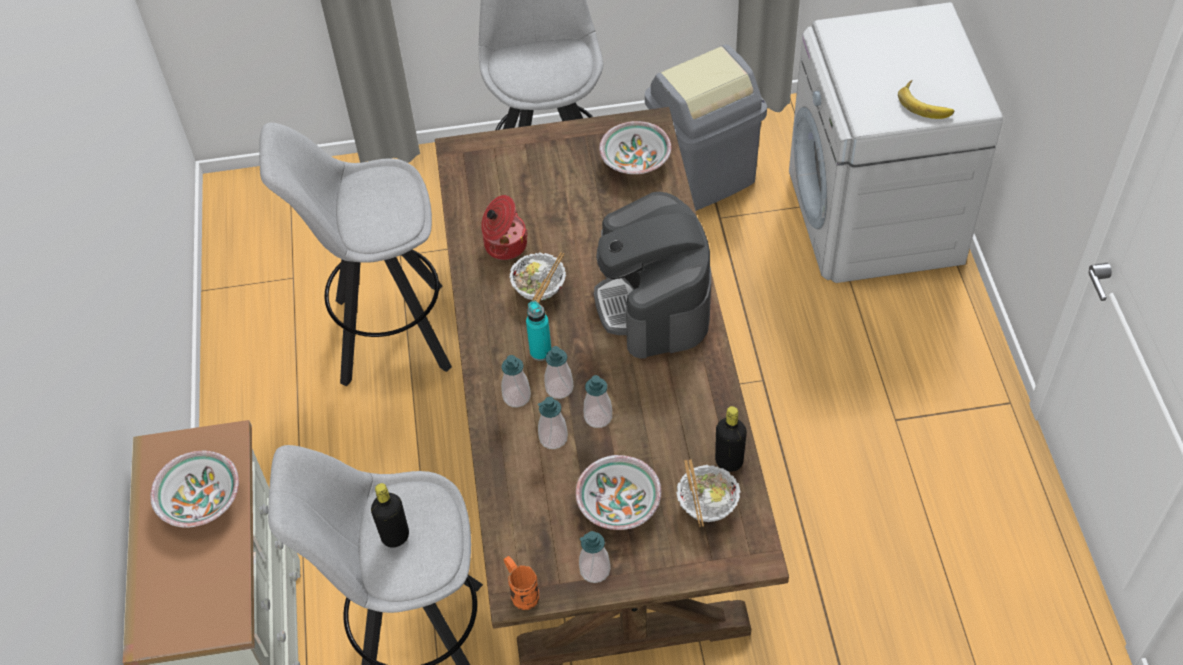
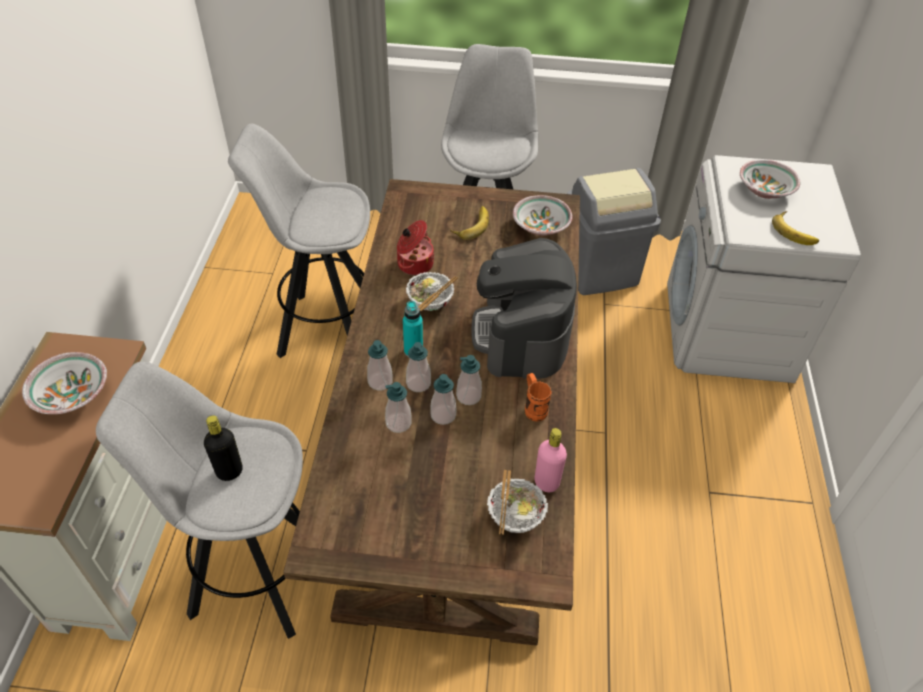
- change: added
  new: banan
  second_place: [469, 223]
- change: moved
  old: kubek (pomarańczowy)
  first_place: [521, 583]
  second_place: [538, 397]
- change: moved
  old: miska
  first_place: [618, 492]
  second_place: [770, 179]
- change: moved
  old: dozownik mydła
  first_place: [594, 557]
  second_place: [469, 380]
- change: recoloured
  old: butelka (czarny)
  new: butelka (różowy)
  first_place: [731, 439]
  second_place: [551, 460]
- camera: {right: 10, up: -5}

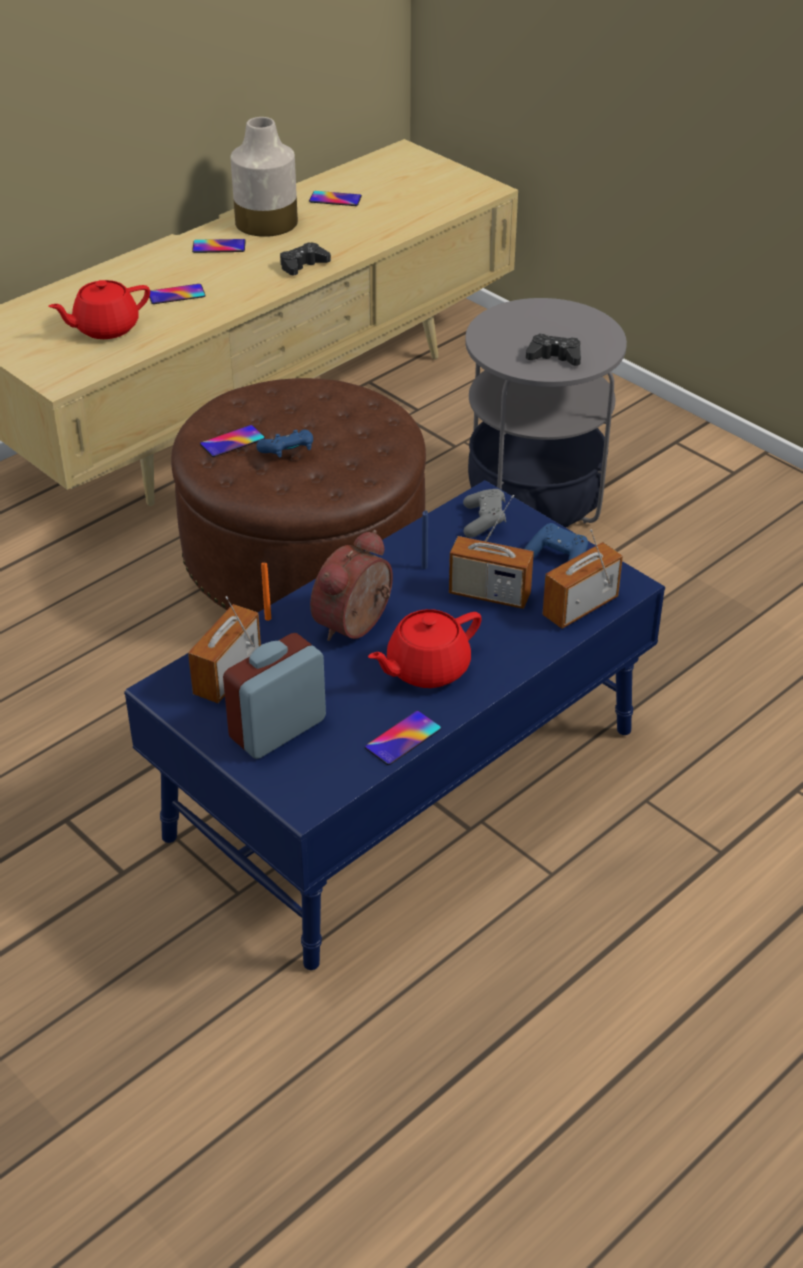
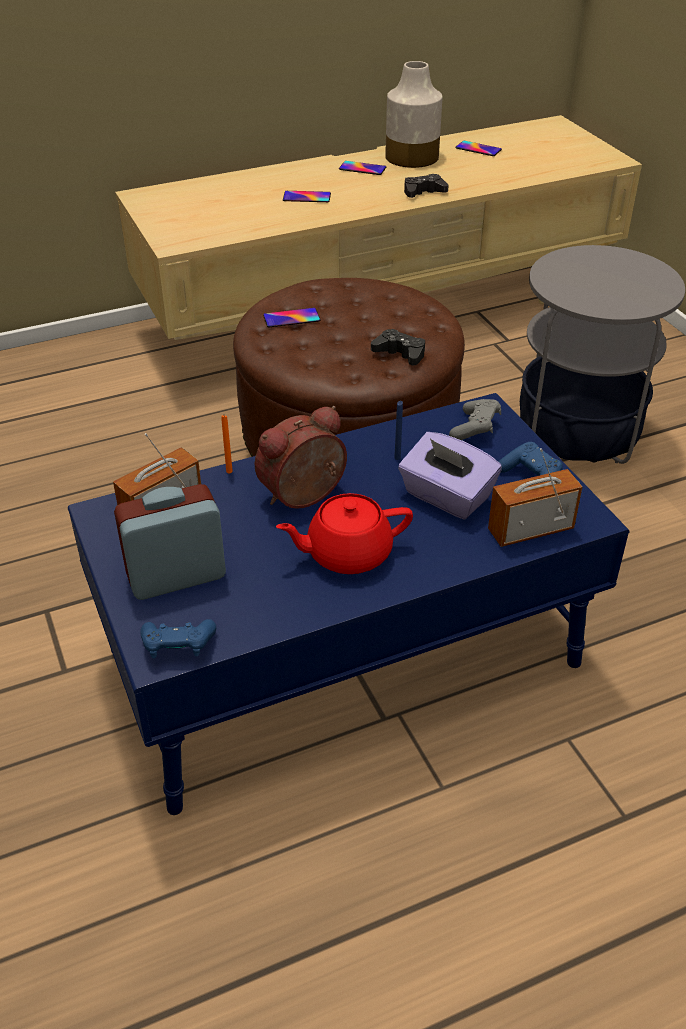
- change: removed
  old: imbryk (czerwony)
  first_place: [99, 309]
- change: removed
  old: telefon
  first_place: [403, 738]
- change: moved
  old: pad do gier (niebieski)
  first_place: [284, 443]
  second_place: [178, 639]
- change: moved
  old: pad do gier (czarny)
  first_place: [553, 350]
  second_place: [398, 347]
- change: replaced
  old: radio
  new: pudełko chusteczek (fioletowy)
  first_place: [491, 552]
  second_place: [450, 475]
- camera: {right: 20, up: 0}

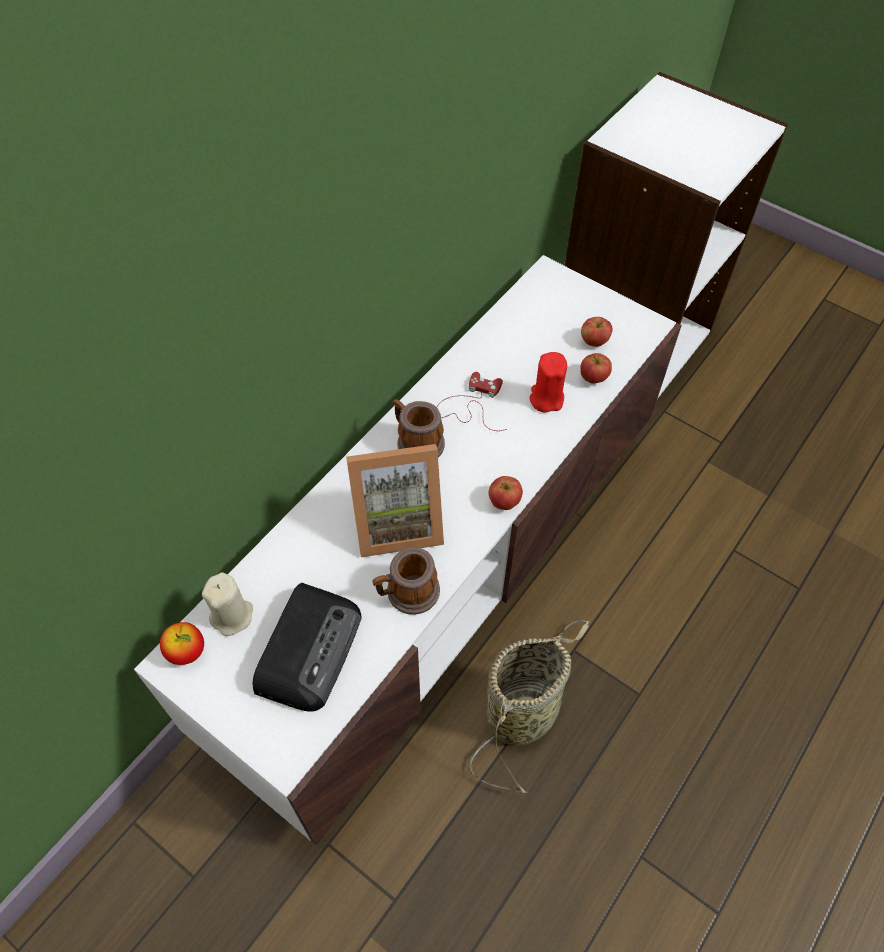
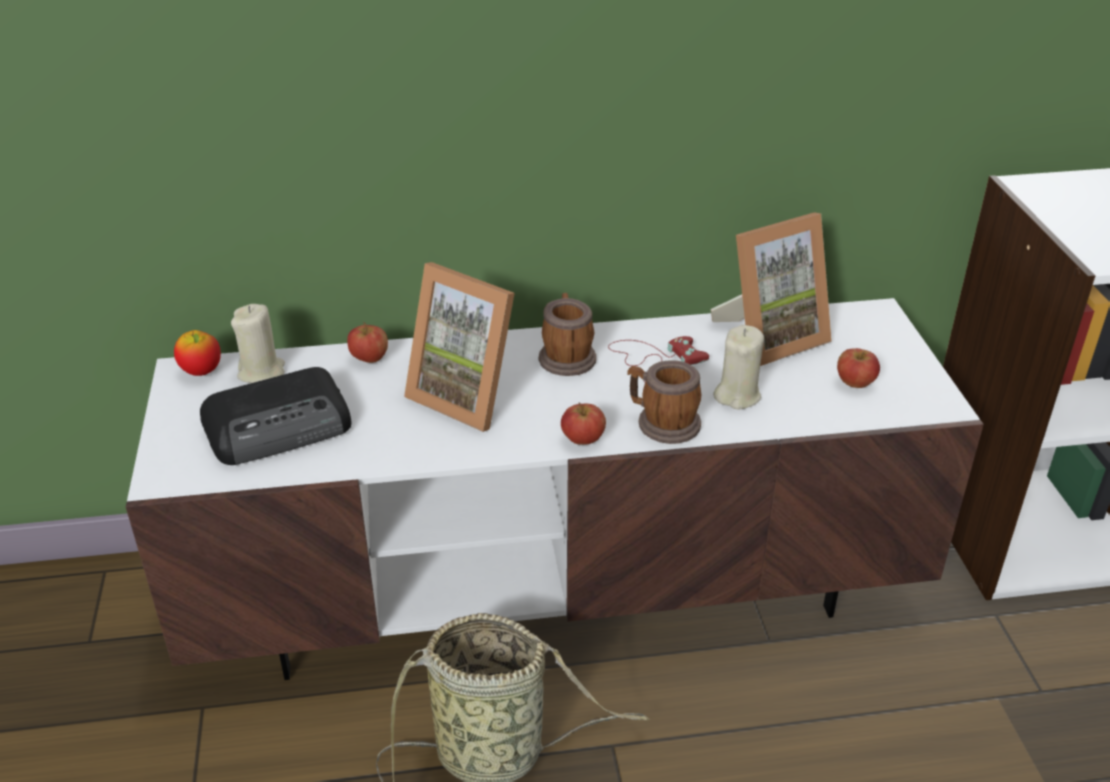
- change: added
  new: ramka na zdjęcie
  second_place: [771, 289]
- change: moved
  old: kubek
  first_place: [406, 581]
  second_place: [664, 402]
- change: moved
  old: jabłko
  first_place: [596, 368]
  second_place: [367, 342]
- change: recoloured
  old: świeca (czerwony)
  new: świeca (beżowy)
  first_place: [548, 382]
  second_place: [738, 367]
- camera: {right: 45, up: -20}

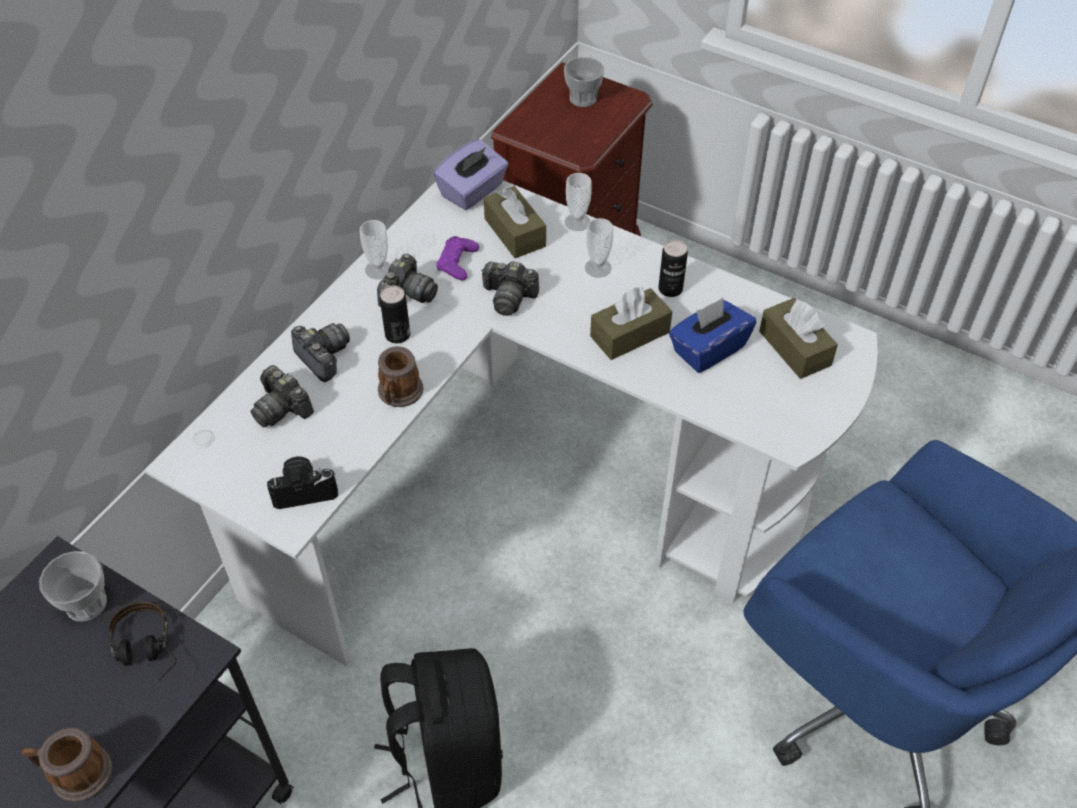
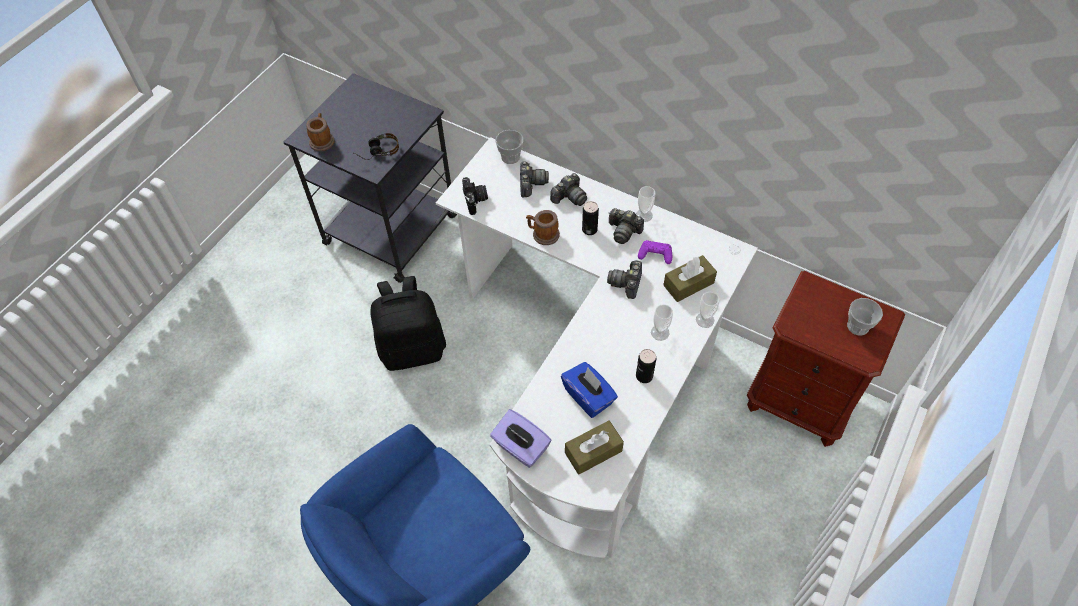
- change: removed
  old: pudełko chusteczek (brązowy)
  first_place: [631, 323]
- change: moved
  old: filiżanka
  first_place: [73, 586]
  second_place: [509, 147]
- change: moved
  old: pudełko chusteczek (fioletowy)
  first_place: [470, 174]
  second_place: [520, 438]
- change: turned
  old: aparat fotograficzny
  first_place: [282, 396]
  second_place: [534, 179]
  degrees: 135
- camera: {right: 90, up: 5}

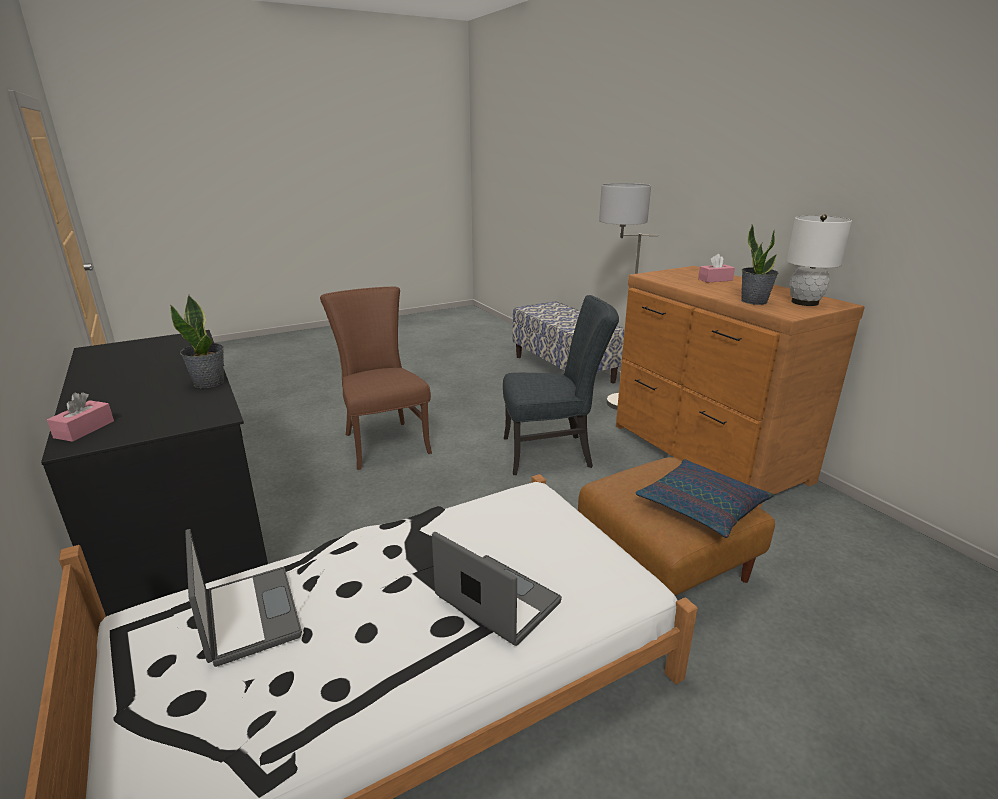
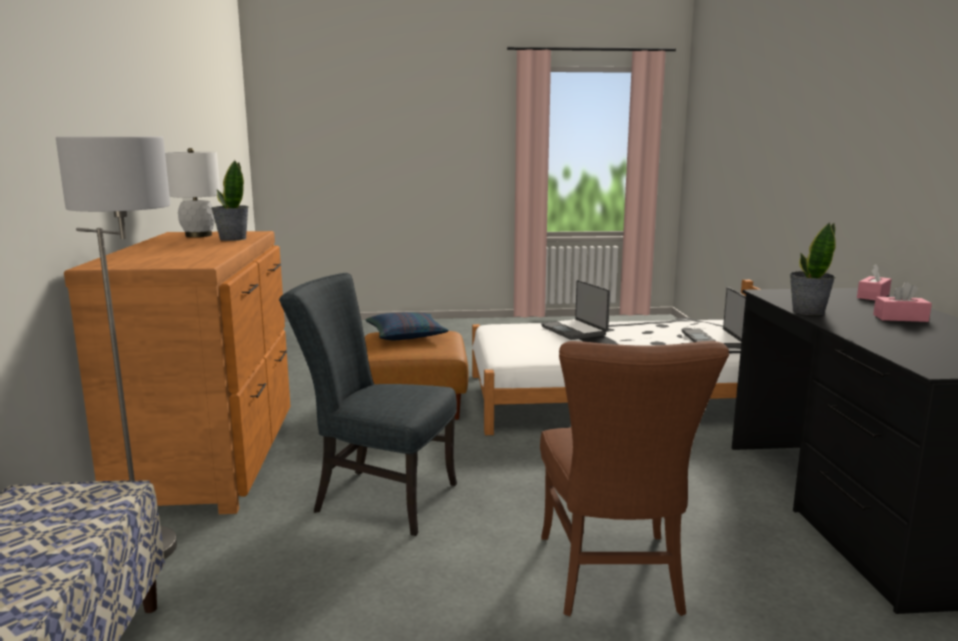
- change: moved
  old: pudełko chusteczek (różowy)
  first_place: [716, 268]
  second_place: [902, 302]
- camera: {right: -155, up: -10}

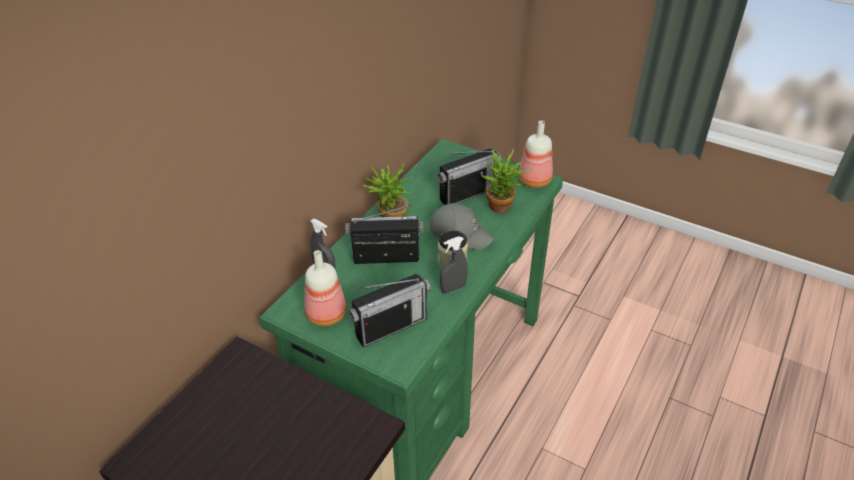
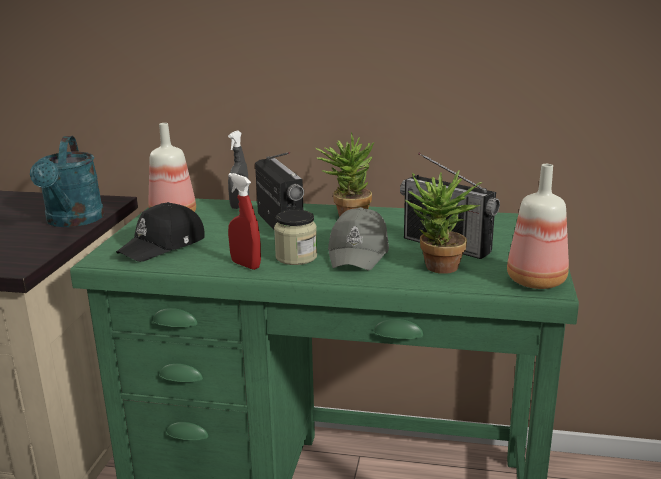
- change: added
  new: konewka (turkusowy)
  second_place: [67, 181]
- change: replaced
  old: radio
  new: czapka z daszkiem (czarny)
  first_place: [390, 310]
  second_place: [160, 232]
- change: recoloured
  old: spryskiwacz (szary)
  new: spryskiwacz (czerwony)
  first_place: [454, 265]
  second_place: [244, 221]
- camera: {right: 70, up: -20}

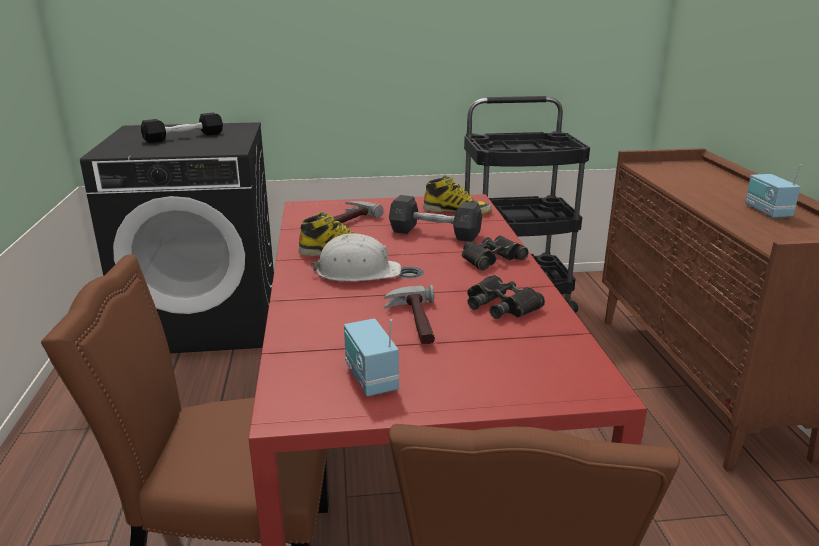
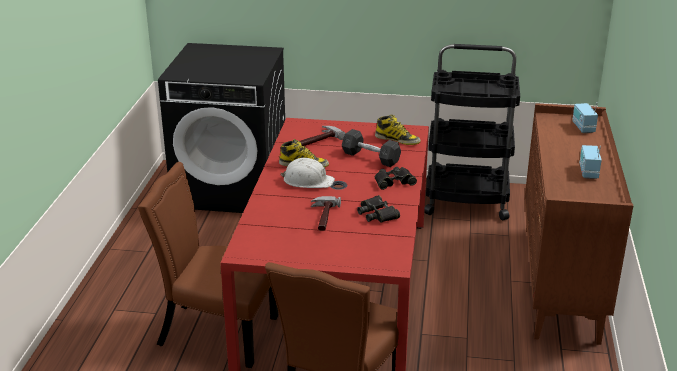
- change: removed
  old: hantel (czarny)
  first_place: [182, 127]
- change: moved
  old: radio
  first_place: [371, 357]
  second_place: [585, 117]
- camera: {right: 15, up: 5}

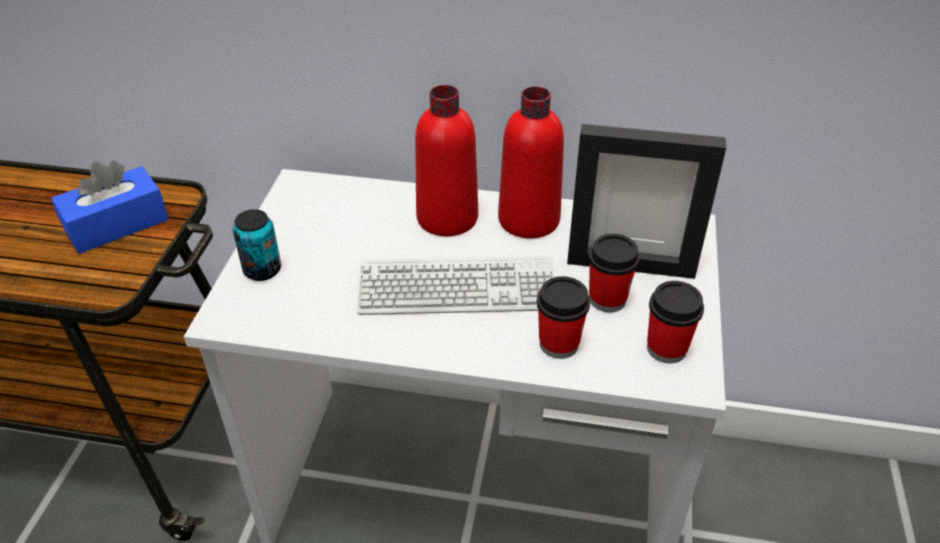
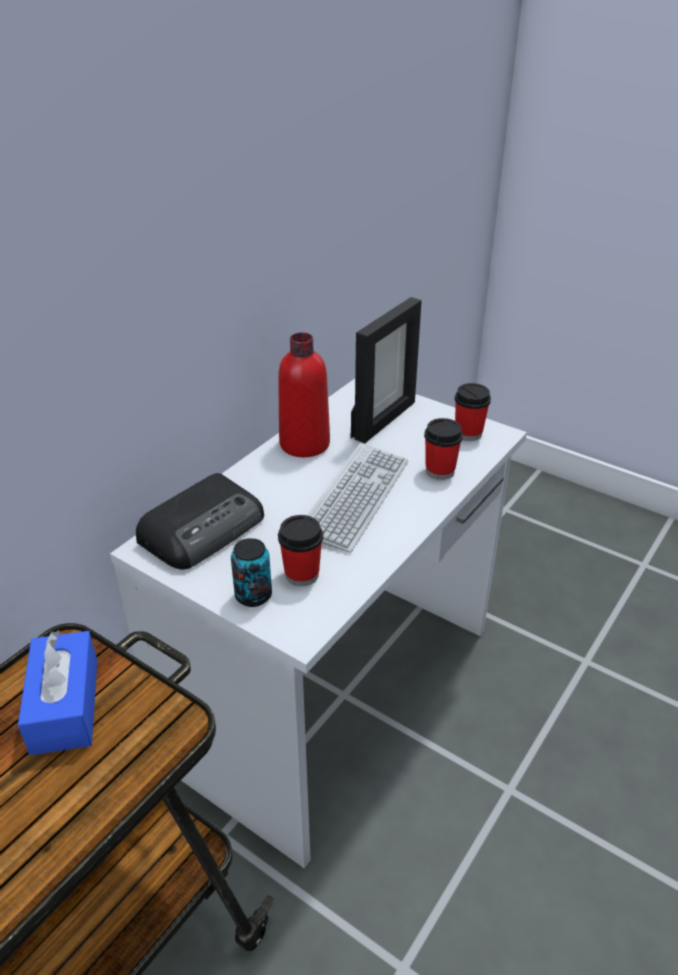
- change: removed
  old: butelka (czerwony)
  first_place: [446, 160]
- change: added
  new: radio
  second_place: [200, 521]
- change: moved
  old: filiżanka
  first_place: [614, 273]
  second_place: [300, 550]
- camera: {right: -65, up: -5}

